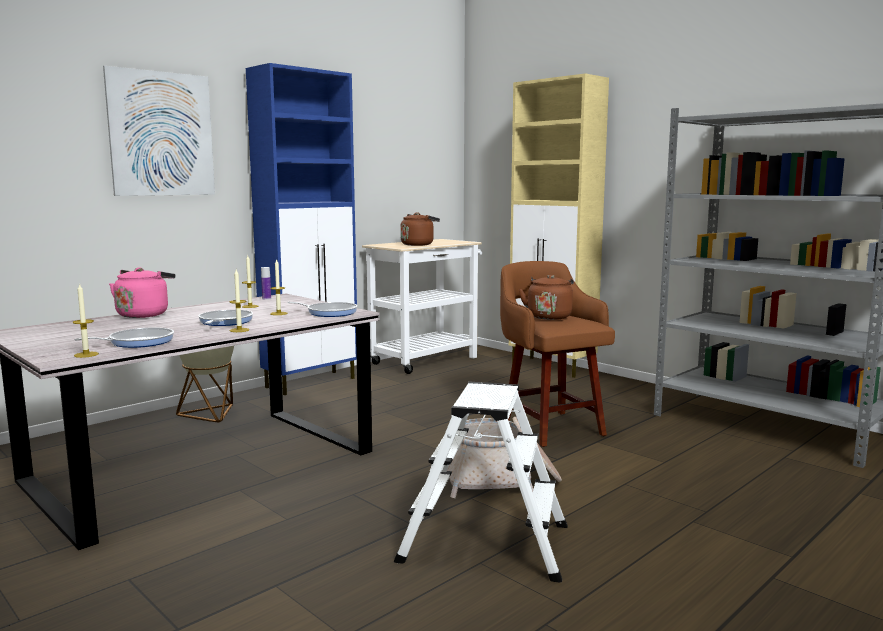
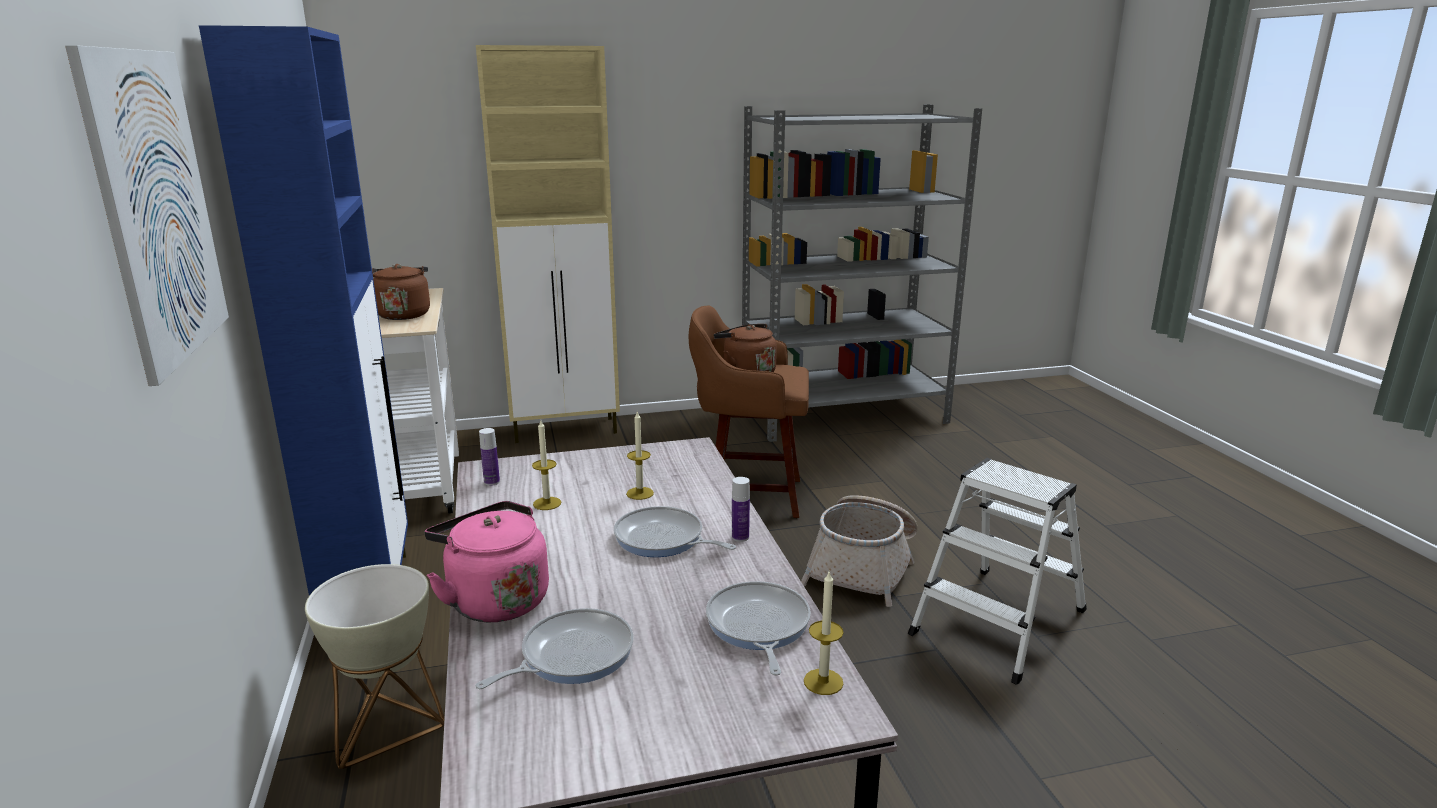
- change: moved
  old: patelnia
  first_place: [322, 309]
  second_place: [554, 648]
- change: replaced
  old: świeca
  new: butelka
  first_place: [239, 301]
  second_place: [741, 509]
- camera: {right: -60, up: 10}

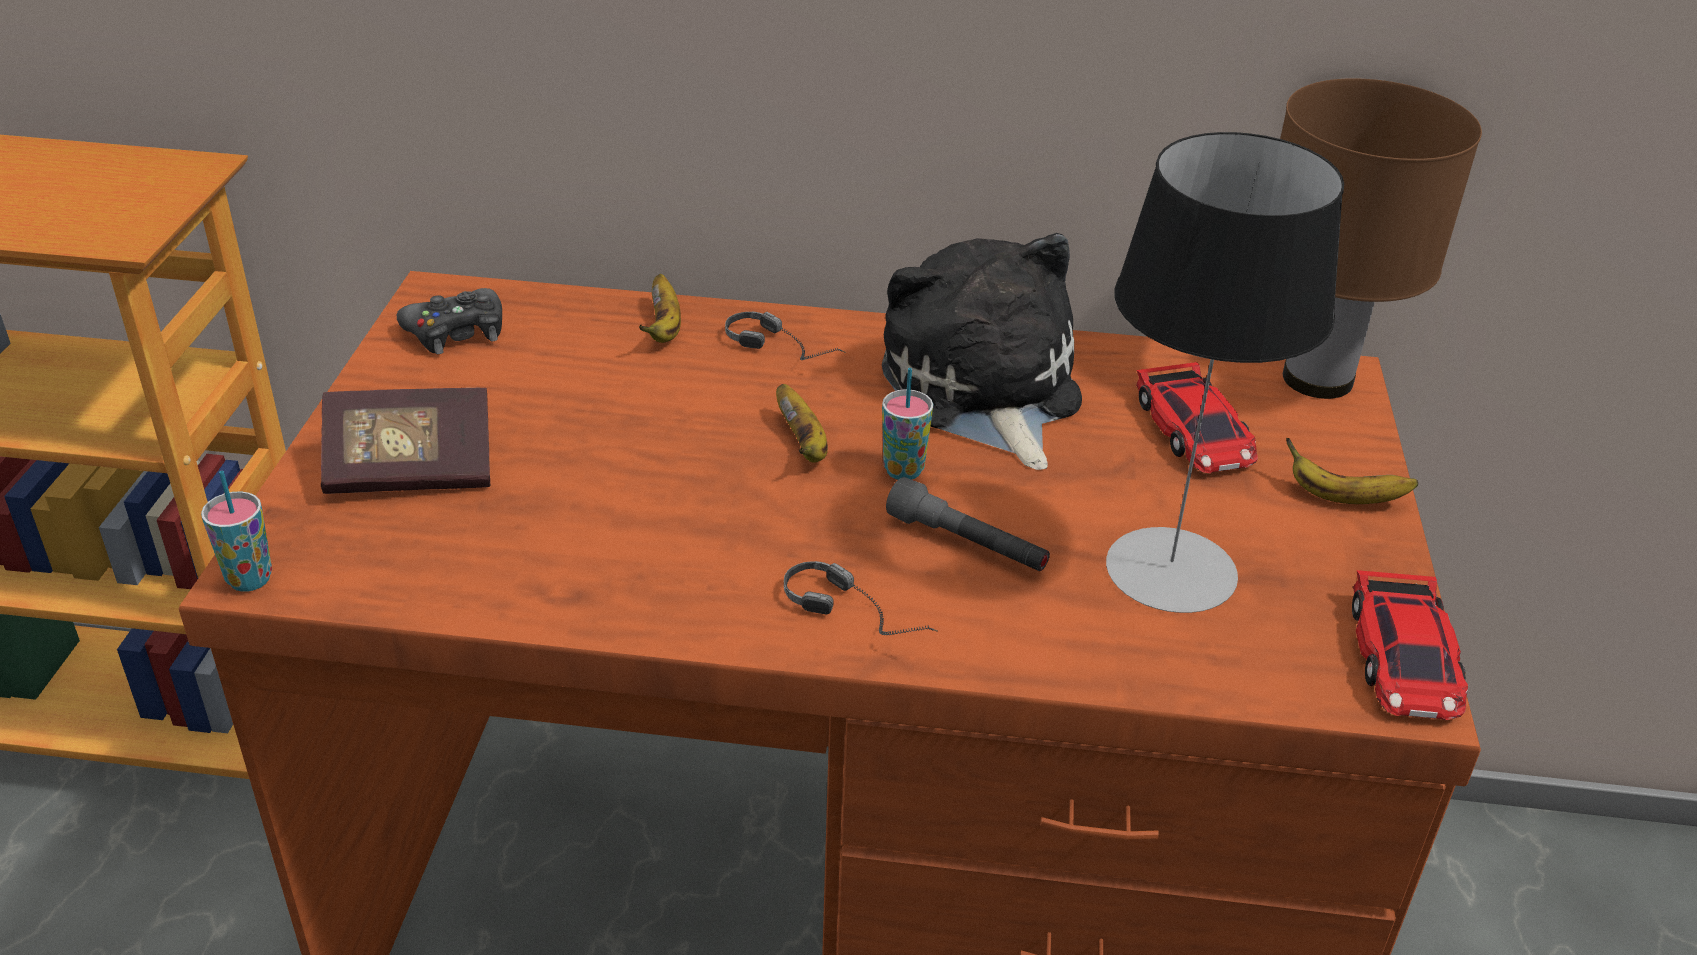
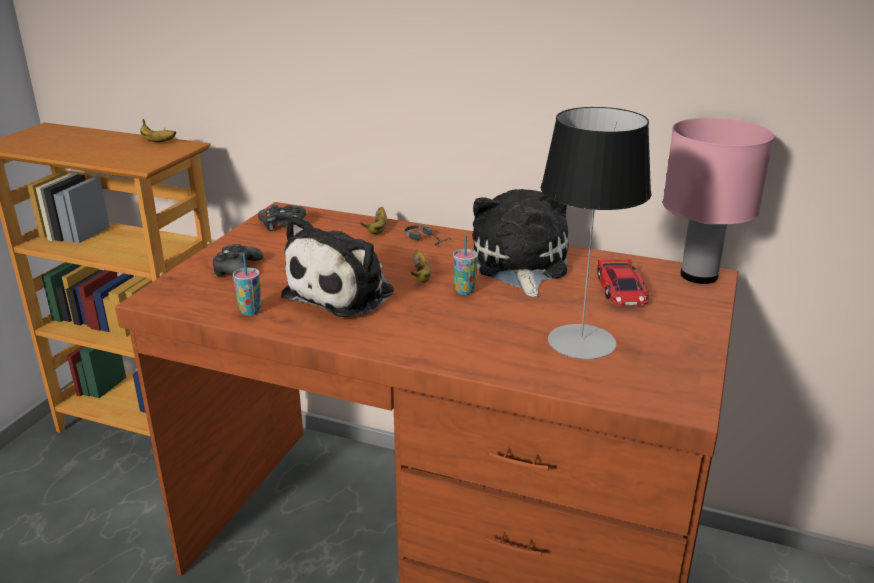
- change: removed
  old: słuchawki
  first_place: [860, 598]
- change: removed
  old: latarka (szary)
  first_place: [968, 524]
- change: removed
  old: samochodzik
  first_place: [1410, 645]
- change: added
  new: pluszak
  second_place: [337, 266]
- change: moved
  old: filiżanka
  first_place: [236, 531]
  second_place: [247, 284]
- change: moved
  old: banan
  first_place: [1352, 470]
  second_place: [158, 130]
- change: replaced
  old: książka
  new: pad do gier (czarny)
  first_place: [406, 441]
  second_place: [238, 260]
- change: recoloured
  old: lampa stołowa (brązowy)
  new: lampa stołowa (różowy)
  first_place: [1381, 238]
  second_place: [718, 201]
- camera: {right: 15, up: -10}

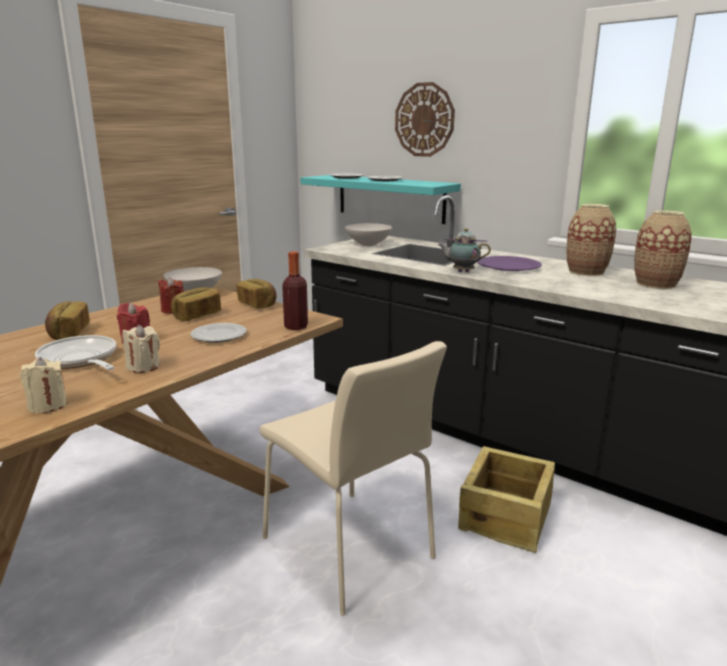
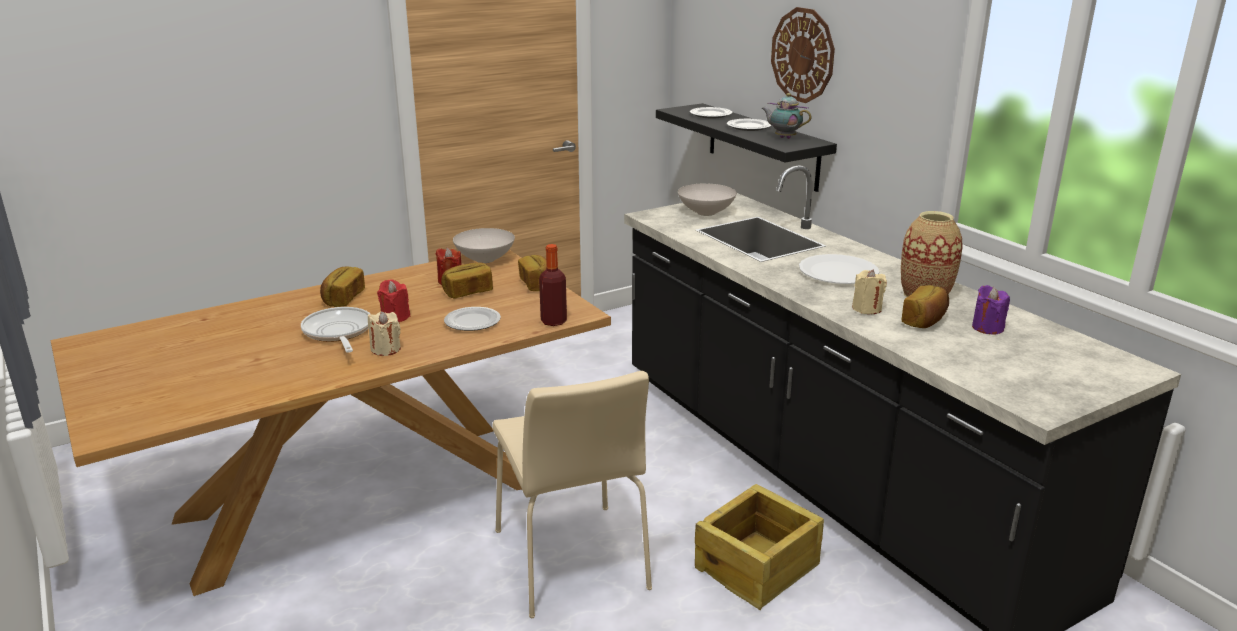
- change: added
  new: chleb
  second_place: [925, 306]
- change: moved
  old: świeca (beżowy)
  first_place: [43, 385]
  second_place: [869, 291]
- change: moved
  old: imbryk
  first_place: [464, 250]
  second_place: [786, 116]
- change: replaced
  old: wazon
  new: świeca (fioletowy)
  first_place: [663, 249]
  second_place: [991, 310]
- change: recoloured
  old: półka (turkusowy)
  new: półka (czarny)
  first_place: [381, 199]
  second_place: [746, 147]
- change: recoloured
  old: talerz (fioletowy)
  new: talerz (biały)
  first_place: [509, 263]
  second_place: [839, 269]
- camera: {right: 20, up: 5}

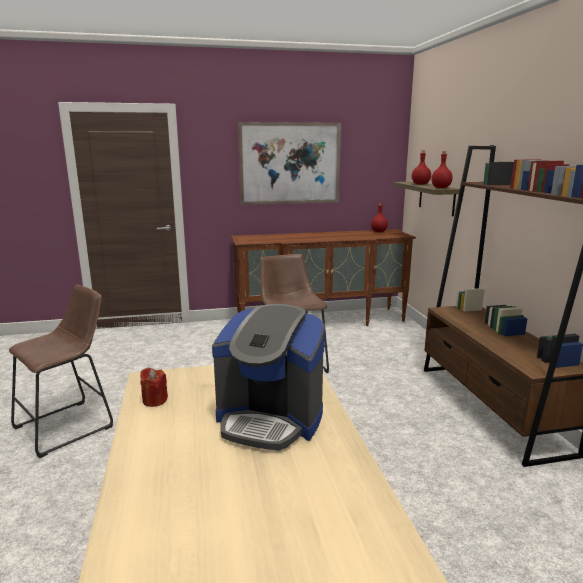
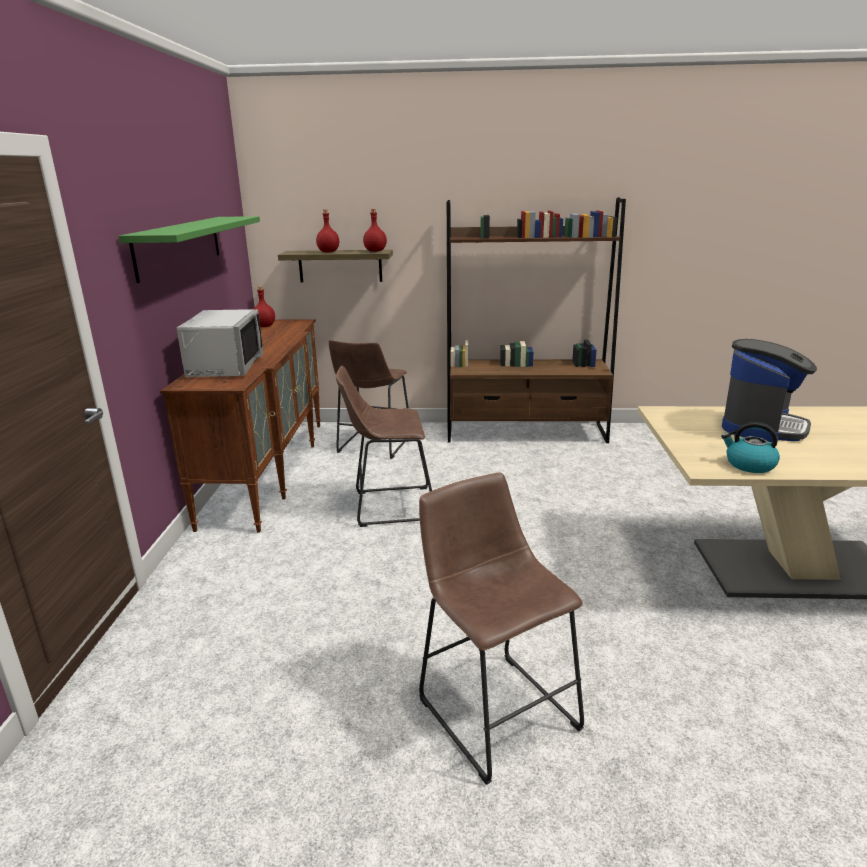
- change: added
  new: mikrofalówka (szary)
  second_place: [220, 343]
- change: added
  new: stołek (brązowy)
  second_place: [369, 399]
- change: replaced
  old: świeca (czerwony)
  new: czajnik
  first_place: [154, 387]
  second_place: [750, 447]
- change: replaced
  old: obraz
  new: półka (zielony)
  first_place: [289, 163]
  second_place: [189, 249]
- camera: {right: -75, up: 5}

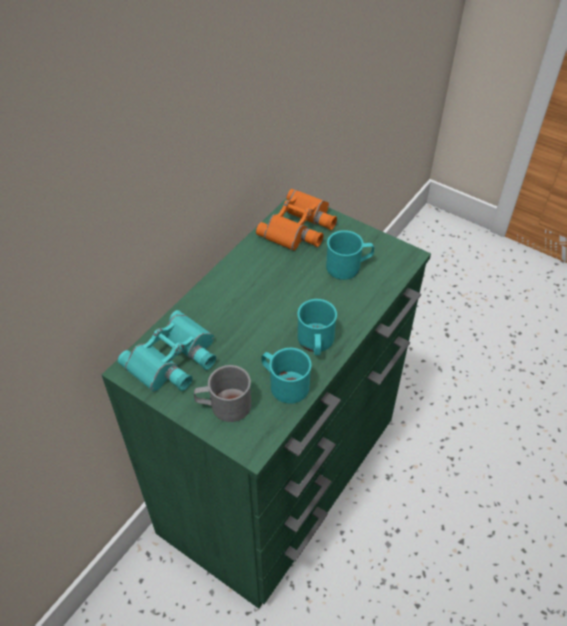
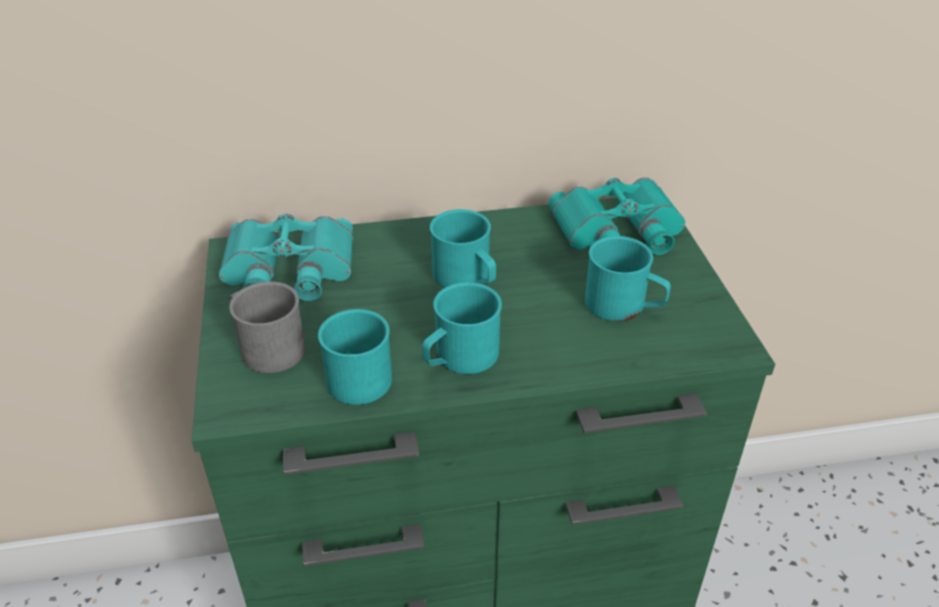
- change: added
  new: kubek (turkusowy)
  second_place: [463, 248]
- change: recoloured
  old: lornetka (pomarańczowy)
  new: lornetka (turkusowy)
  first_place: [296, 220]
  second_place: [616, 216]
- camera: {right: 45, up: -10}

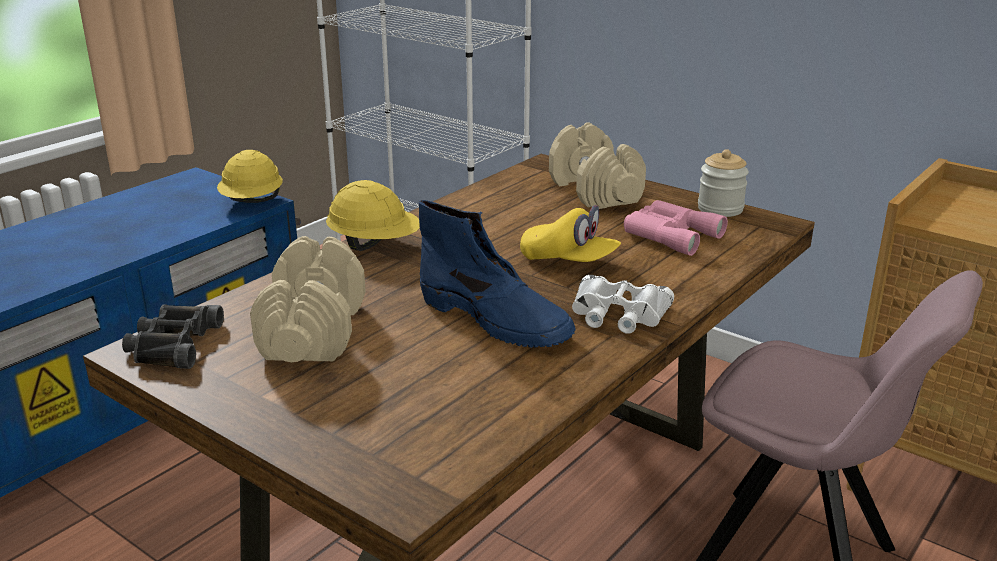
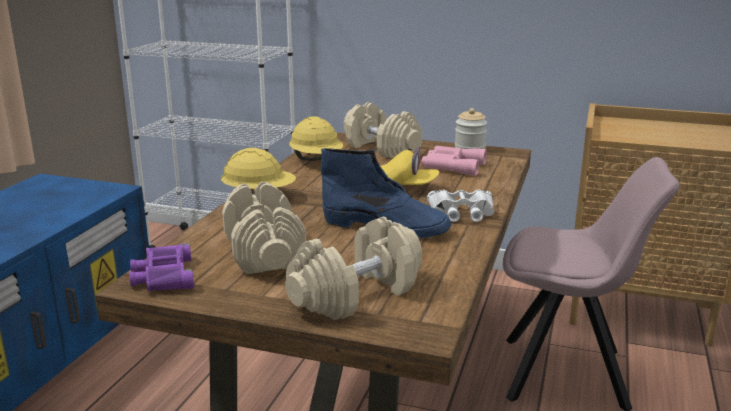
- change: added
  new: hantel (beżowy)
  second_place: [353, 268]
- change: moved
  old: kask (żółty)
  first_place: [250, 176]
  second_place: [316, 138]
- change: recoloured
  old: lornetka (czarny)
  new: lornetka (fioletowy)
  first_place: [173, 336]
  second_place: [161, 267]
- camera: {right: -20, up: -5}

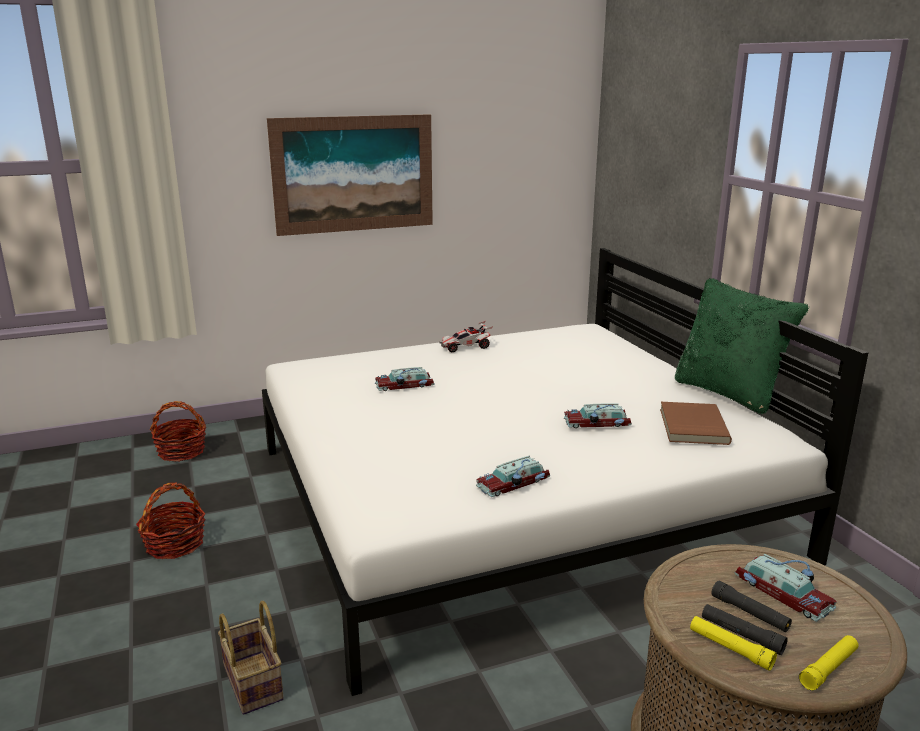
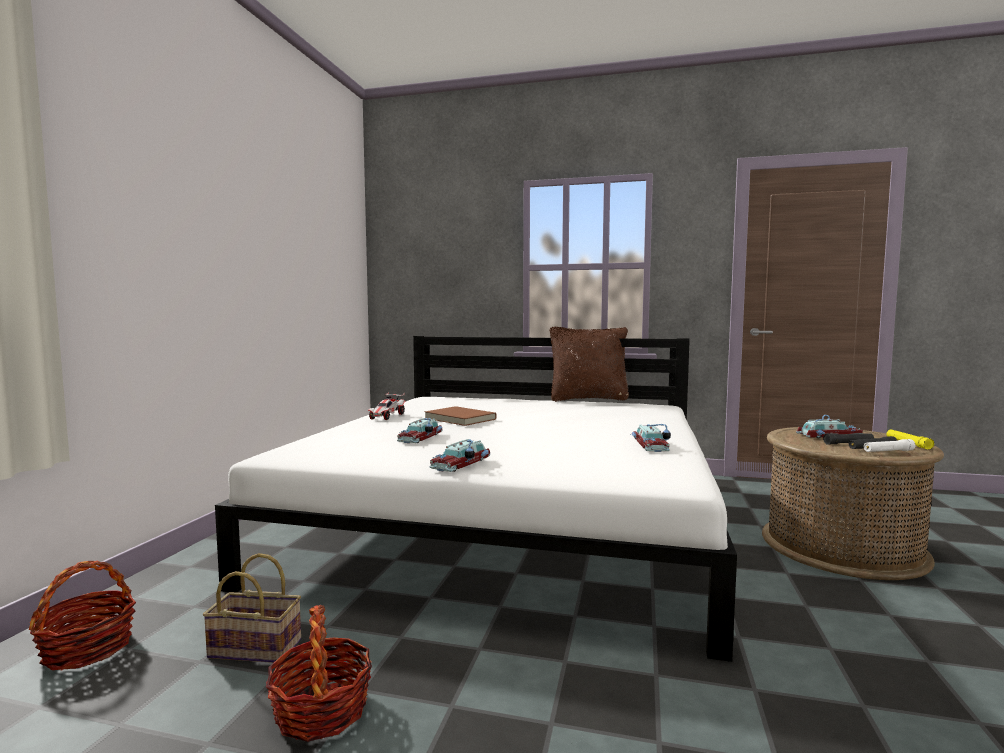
- change: removed
  old: obraz
  first_place: [350, 175]
- change: moved
  old: koszyk
  first_place: [251, 658]
  second_place: [252, 608]
- change: moved
  old: samochodzik
  first_place: [598, 415]
  second_place: [460, 455]
- change: moved
  old: książka (brązowy)
  first_place: [696, 423]
  second_place: [461, 416]
- change: recoloured
  old: poduszka (zielony)
  new: poduszka (brązowy)
  first_place: [742, 346]
  second_place: [589, 364]
- change: recoloured
  old: latarka (żółty)
  new: latarka (biały)
  first_place: [733, 643]
  second_place: [889, 445]
- camera: {right: -55, up: -15}

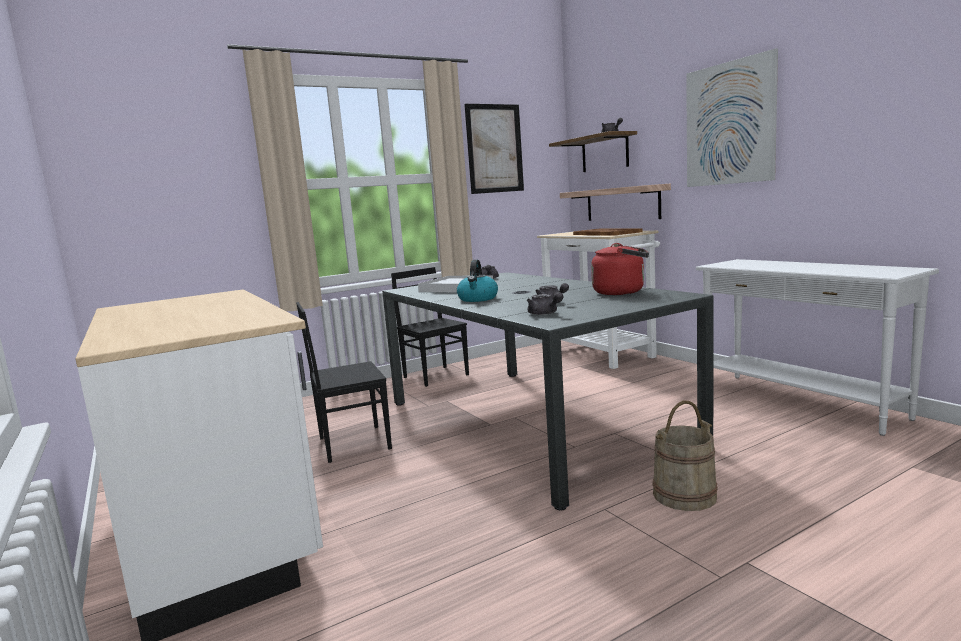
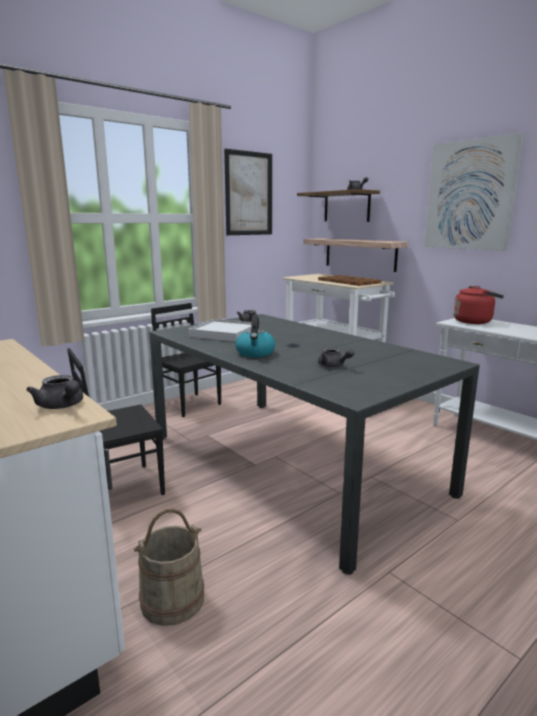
- change: moved
  old: imbryk (szary)
  first_place: [545, 303]
  second_place: [54, 392]
- change: moved
  old: czajnik (czerwony)
  first_place: [620, 269]
  second_place: [479, 305]
- change: moved
  old: wiadro (beżowy)
  first_place: [685, 455]
  second_place: [169, 567]
- camera: {right: -10, up: 5}

